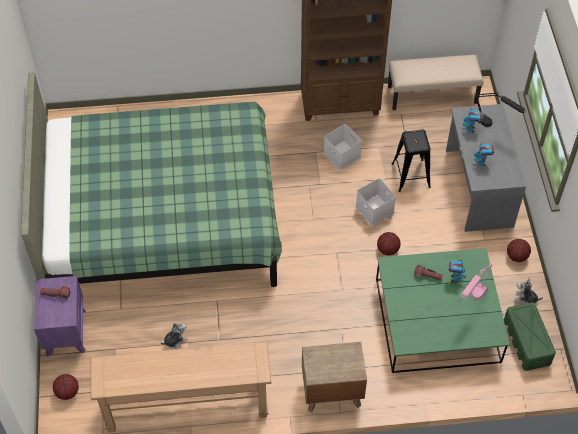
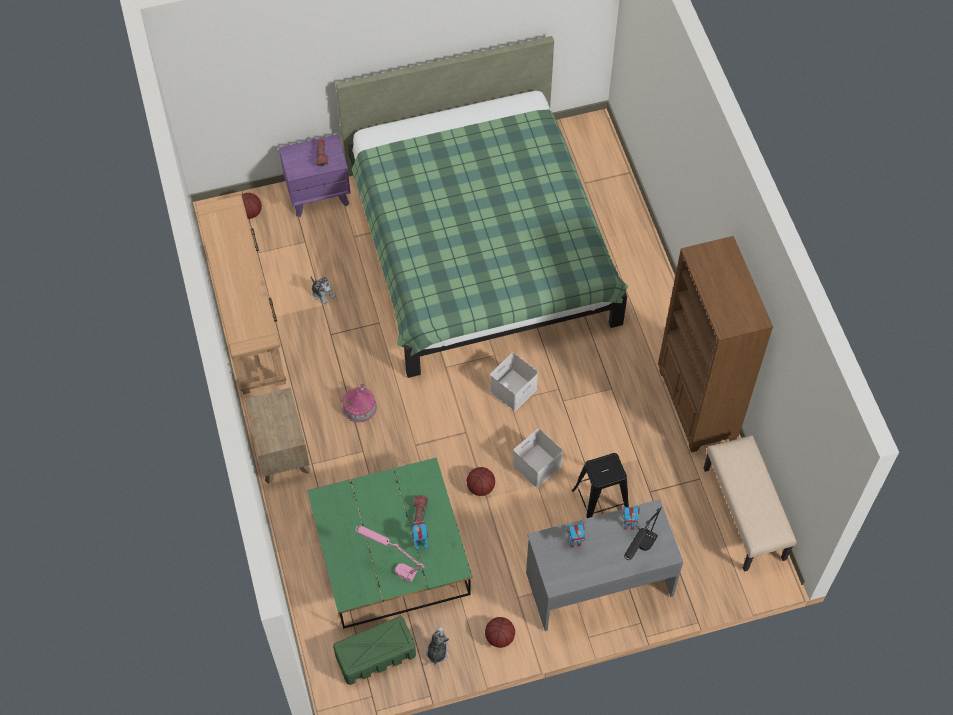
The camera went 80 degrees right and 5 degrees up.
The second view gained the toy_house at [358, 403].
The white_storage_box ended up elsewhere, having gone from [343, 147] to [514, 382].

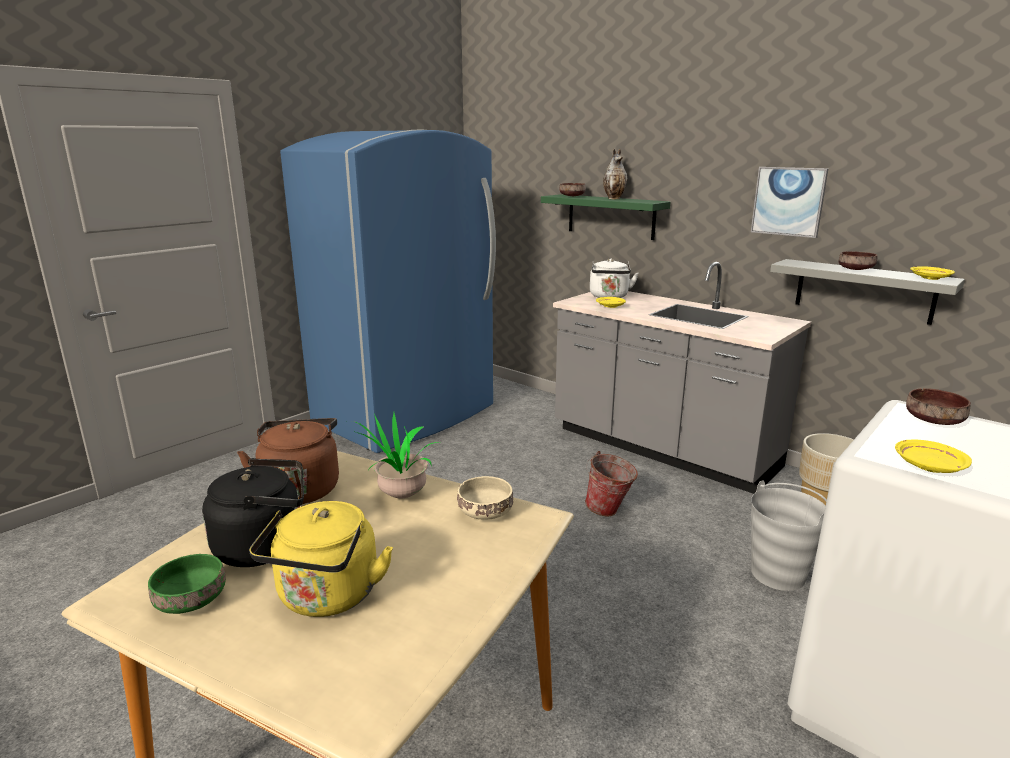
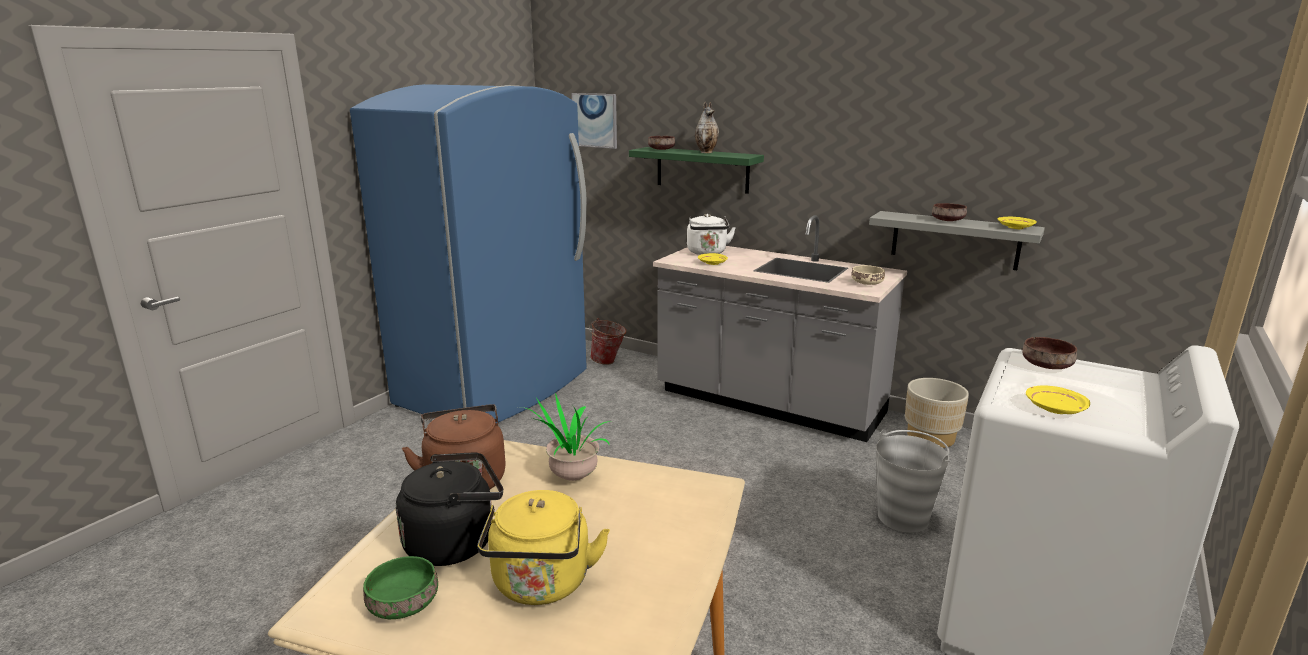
The camera went 10 degrees left and 0 degrees up.
The picture ended up elsewhere, having gone from [789, 202] to [594, 121].
The bucket ended up elsewhere, having gone from [611, 484] to [608, 341].
The beige_bowl ended up elsewhere, having gone from [485, 498] to [868, 275].

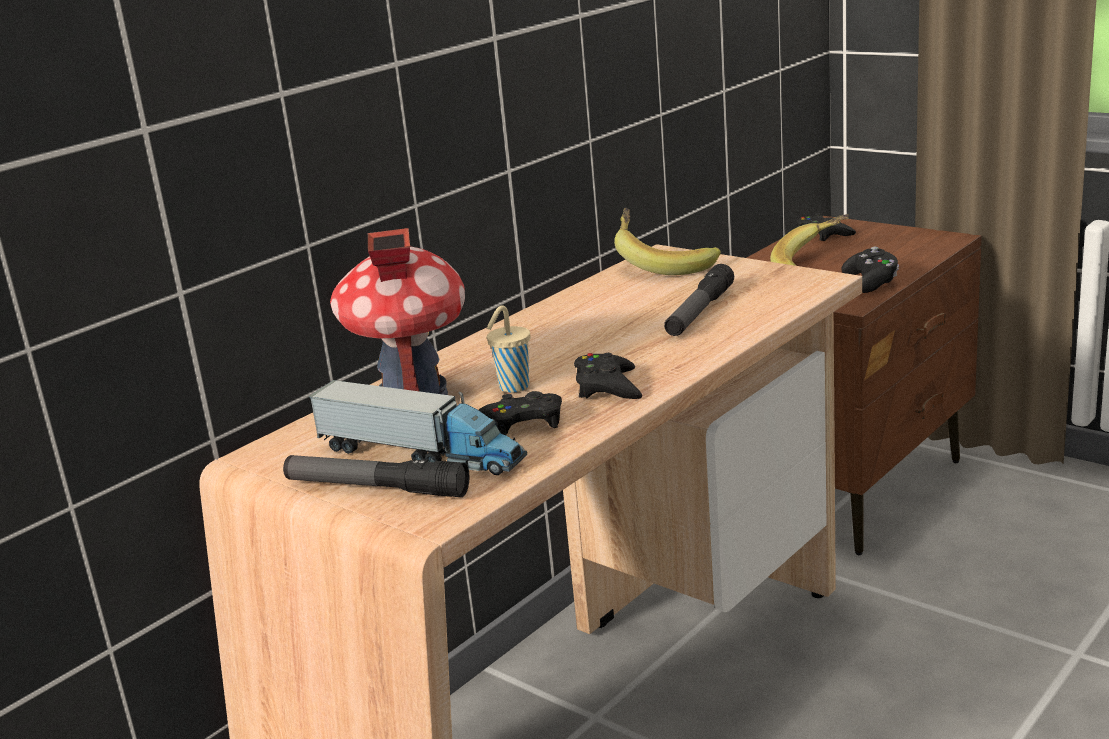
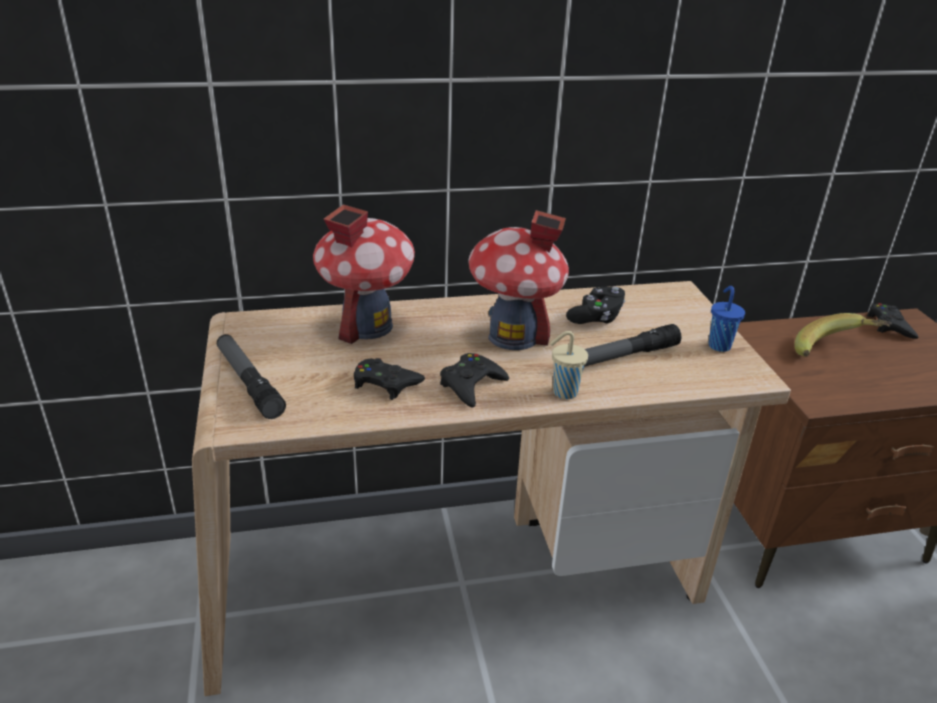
The camera went 35 degrees right and 10 degrees up.
The second view gained the toy_house at [519, 280].
The beige_cup ended up elsewhere, having gone from [508, 349] to [569, 365].
The black_game_controller ended up elsewhere, having gone from [870, 270] to [596, 305].
The second view gained the blue_cup at [726, 319].
The second view lost the toy_truck at [417, 427].
The second view lost the banana at [667, 241].

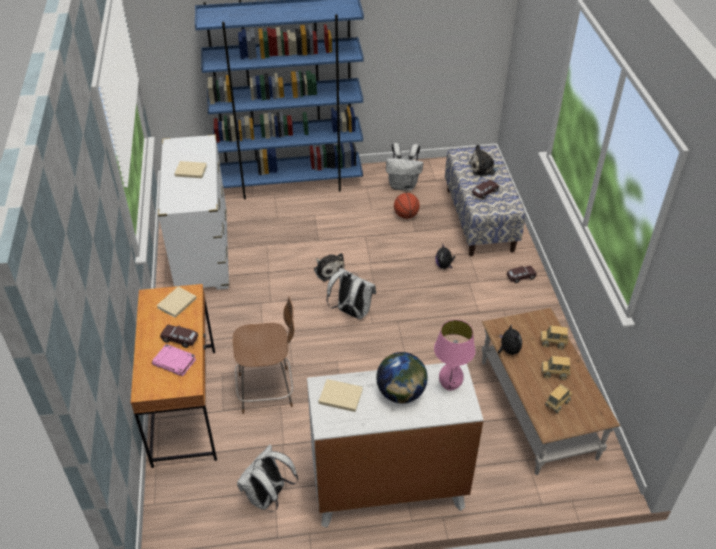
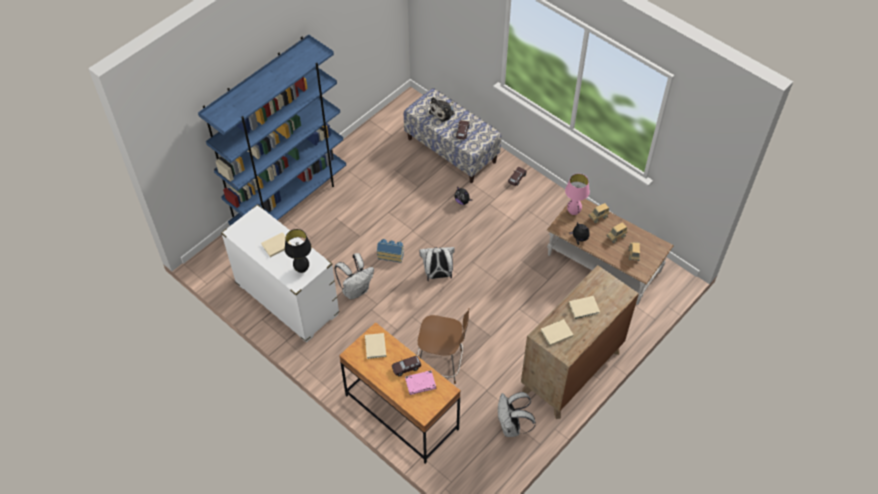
The camera went 40 degrees left and 10 degrees up.
The second view gained the black_table_lamp at [298, 251].
The white_backpack ended up elsewhere, having gone from [404, 167] to [354, 276].
Where the plush_toy stood at [329, 267], the toy_house came to stand at [390, 251].
The brown_chair at [263, 355] ended up facing another way, 60 degrees clockwise from before.
What was the white_dresser at [395, 445] turned into the brown_dresser at [580, 342].
The pink_table_lamp ended up elsewhere, having gone from [454, 355] to [577, 194].
Where the globe stood at [402, 377], the beige_book came to stand at [584, 307].
The second view lost the basketball at [407, 206].

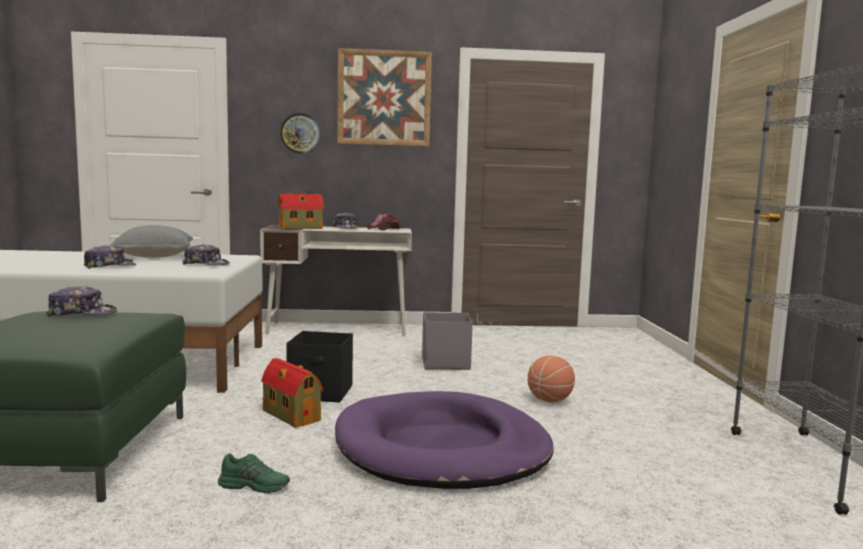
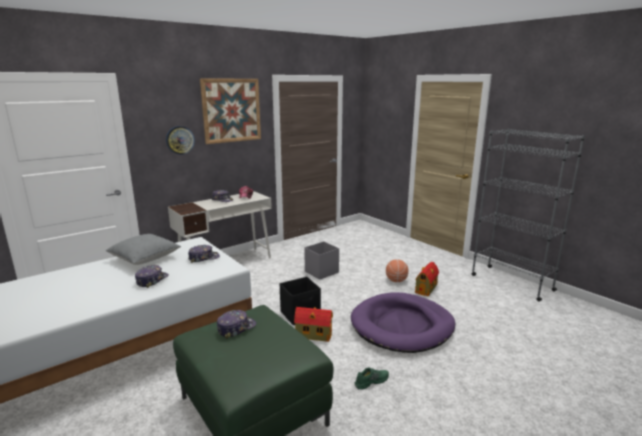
The camera went 35 degrees left and 10 degrees up.
The toy_house ended up elsewhere, having gone from [301, 211] to [427, 279].

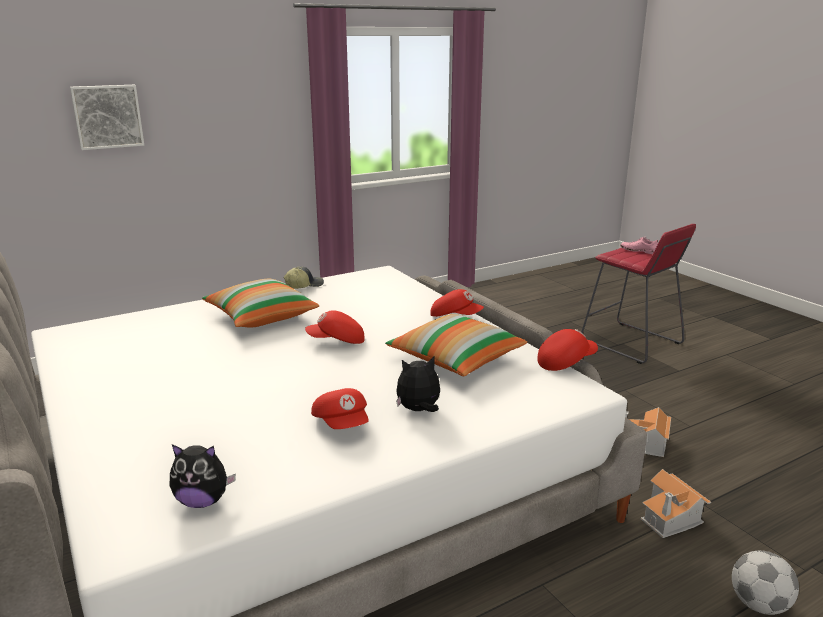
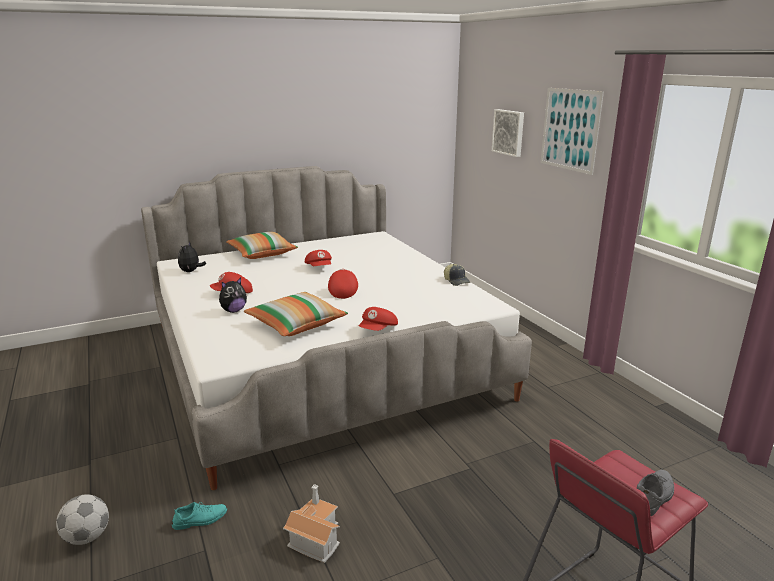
The camera went 95 degrees right and 0 degrees up.
Where the toy_house stood at [676, 503], the turquoise_shoe came to stand at [199, 516].
The plush_toy at [418, 384] ended up facing another way, 60 degrees clockwise from before.
The pillow ended up elsewhere, having gone from [260, 303] to [262, 245].
The red_cap ended up elsewhere, having gone from [567, 350] to [318, 258].
The second view gained the picture at [572, 131].
What was the pink_shoe at [639, 245] turned into the grey_shoe at [655, 493].

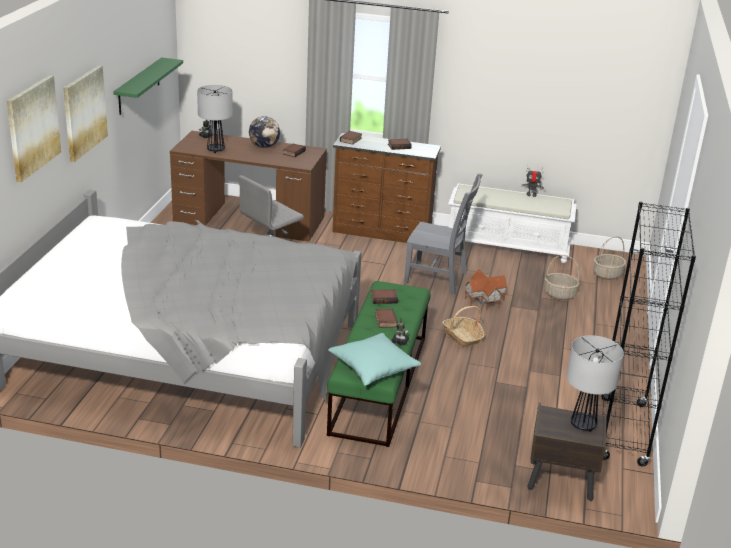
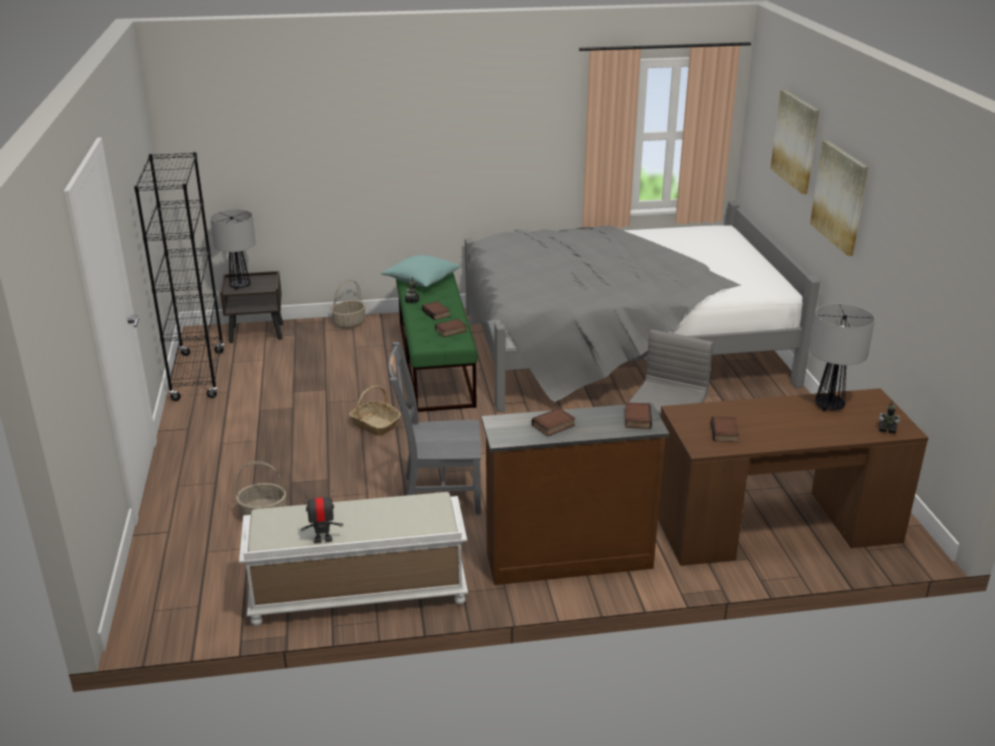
The camera went 160 degrees right and 0 degrees up.
The basket ended up elsewhere, having gone from [609, 258] to [348, 304].
The second view lost the green_shelf at [148, 86].
The second view lost the globe at [264, 132].
The second view lost the toy_house at [486, 289].

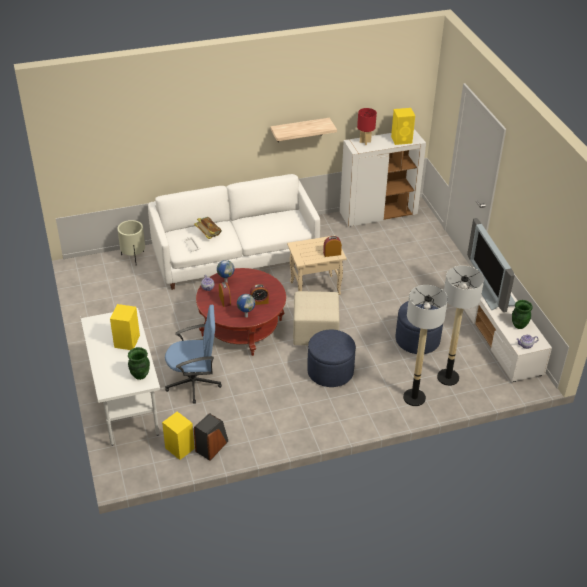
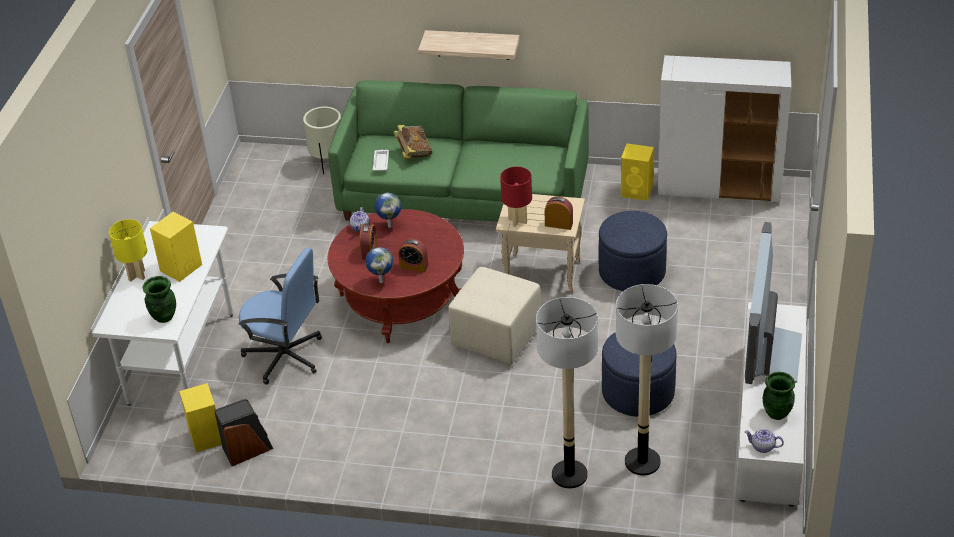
The camera went 30 degrees right and 0 degrees up.
The second view gained the yellow_table_lamp at [128, 250].
What was the white_sofa at [234, 232] turned into the green_sofa at [458, 151].
The shelf ended up elsewhere, having gone from [303, 130] to [469, 45].
The red_table_lamp ended up elsewhere, having gone from [367, 126] to [516, 197].
The blue_ottoman ended up elsewhere, having gone from [331, 358] to [633, 251].
The yellow_speaker ended up elsewhere, having gone from [403, 126] to [637, 172].

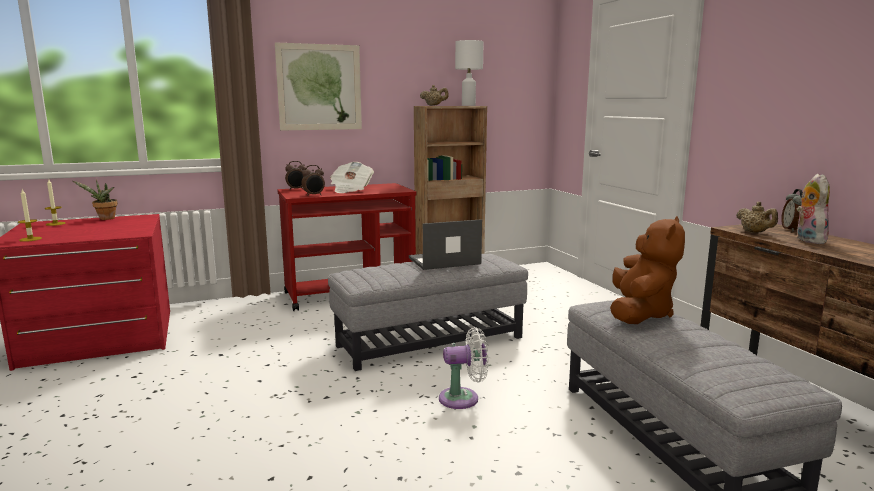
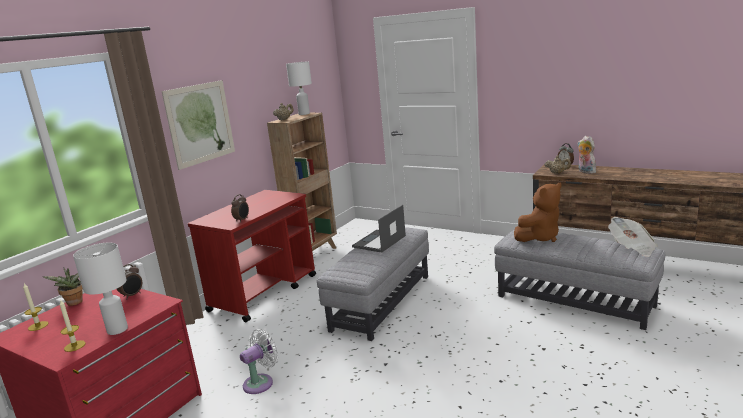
The camera went 35 degrees left and 5 degrees up.
The second view gained the white_table_lamp at [100, 289].
The alarm_clock ended up elsewhere, having gone from [295, 175] to [129, 281].
The white_fan ended up elsewhere, having gone from [464, 368] to [259, 361].
The brown_plush_toy at [647, 270] ended up facing another way, 75 degrees clockwise from before.
The newspaper ended up elsewhere, having gone from [352, 177] to [633, 237].

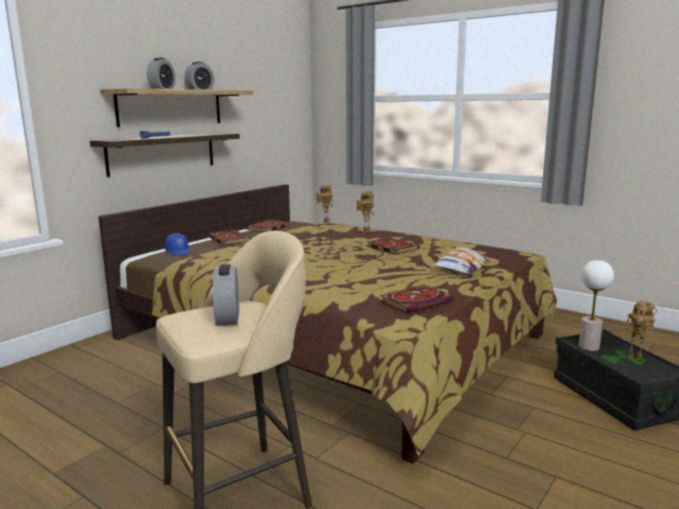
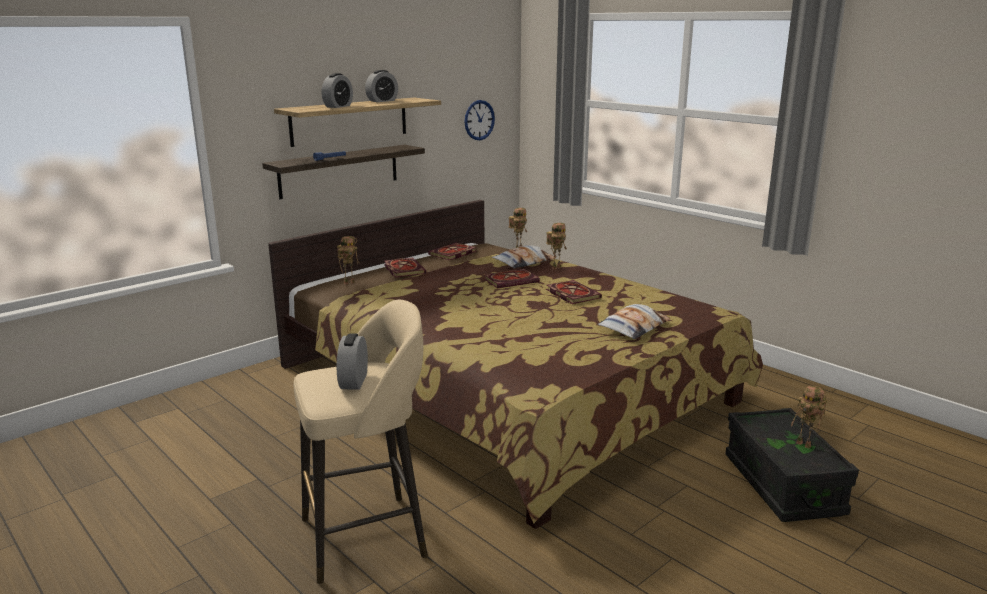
The camera went 10 degrees right and 5 degrees up.
Where the blue_cap stood at [179, 244], the toy_robot came to stand at [348, 260].
The second view gained the wall_clock at [480, 120].
The book ended up elsewhere, having gone from [417, 299] to [512, 278].
The second view gained the pillow at [524, 256].
The second view lost the table_lamp at [596, 305].

